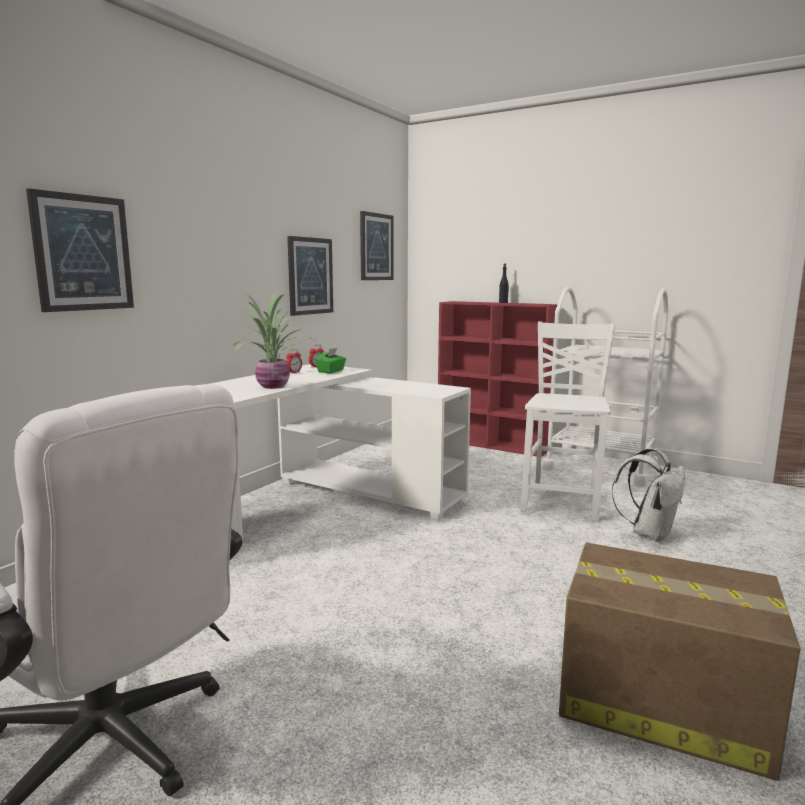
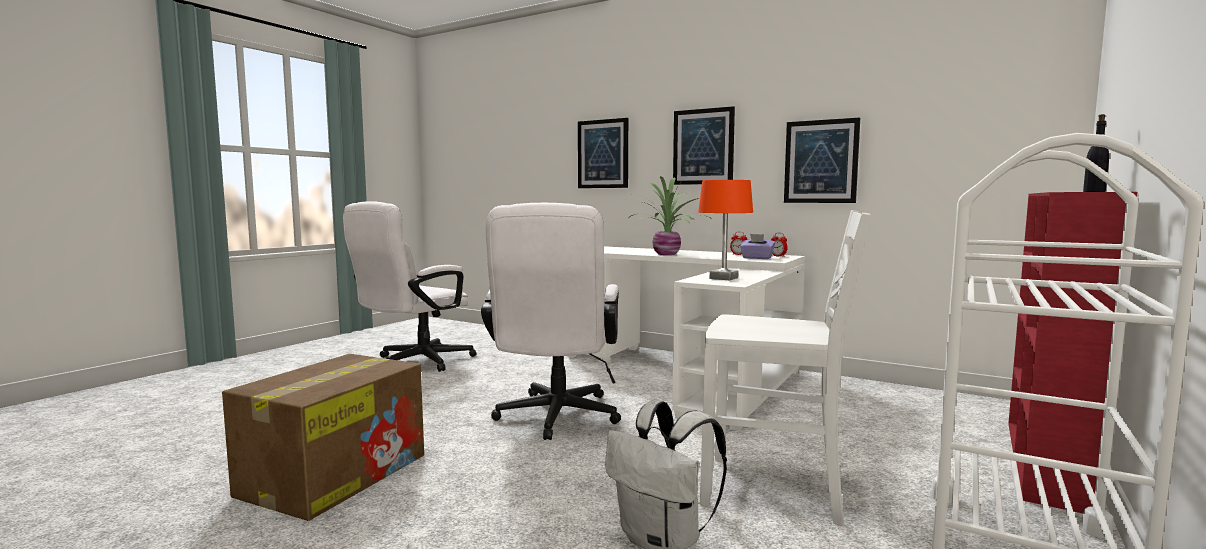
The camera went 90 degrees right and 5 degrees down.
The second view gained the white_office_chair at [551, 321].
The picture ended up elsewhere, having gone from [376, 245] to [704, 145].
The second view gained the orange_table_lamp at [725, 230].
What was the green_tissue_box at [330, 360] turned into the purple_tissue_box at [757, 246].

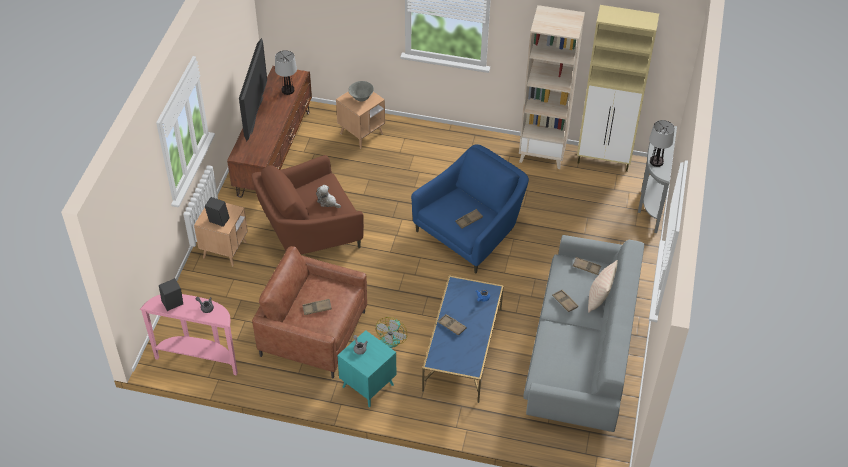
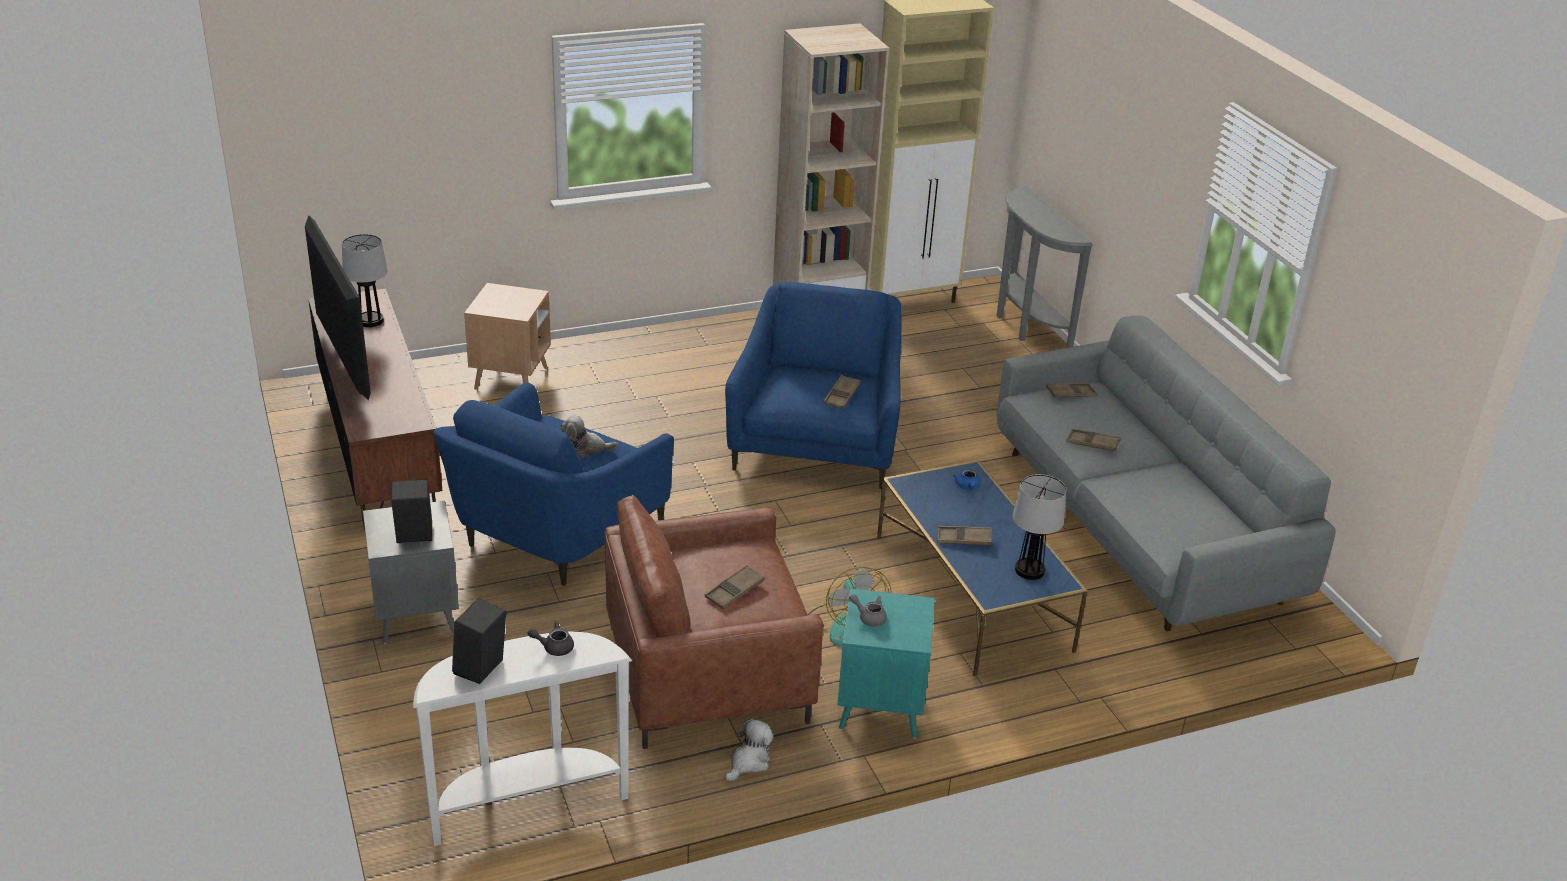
The camera went 35 degrees left and 15 degrees down.
What was the brown_side_table at [221, 234] turned into the grey_side_table at [411, 572].
What was the pink_console_table at [189, 335] turned into the white_console_table at [522, 739].
What was the brown_armchair at [308, 204] turned into the blue_armchair at [553, 484].
The second view gained the plush_toy at [749, 750].
The table_lamp ended up elsewhere, having gone from [662, 143] to [1039, 527].
The second view lost the grey_bowl at [361, 91].
The second view lost the beige_pillow at [603, 286].

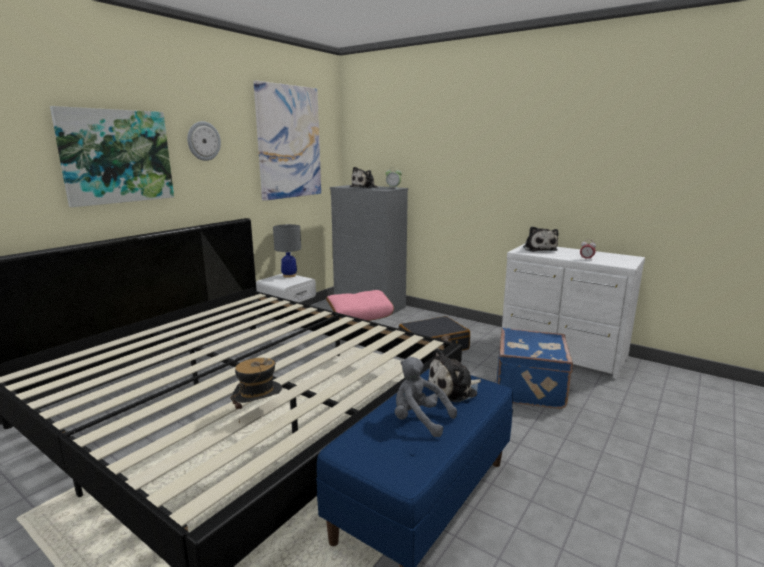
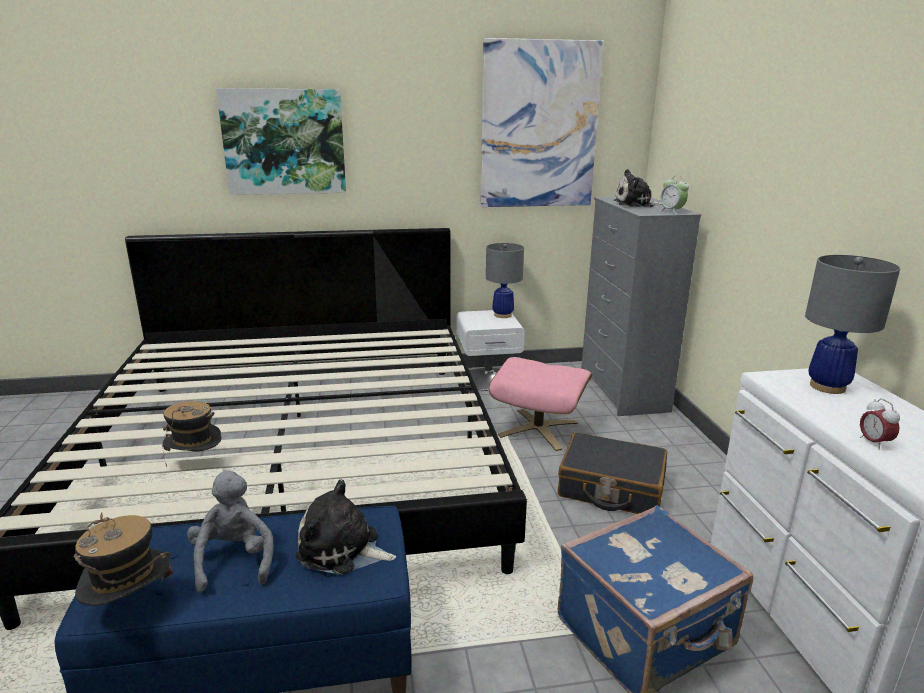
The camera went 45 degrees right and 5 degrees up.
The second view gained the hat at [123, 559].
Where the plush_toy stood at [540, 239], the grey_table_lamp came to stand at [852, 324].
The second view lost the wall_clock at [204, 141].

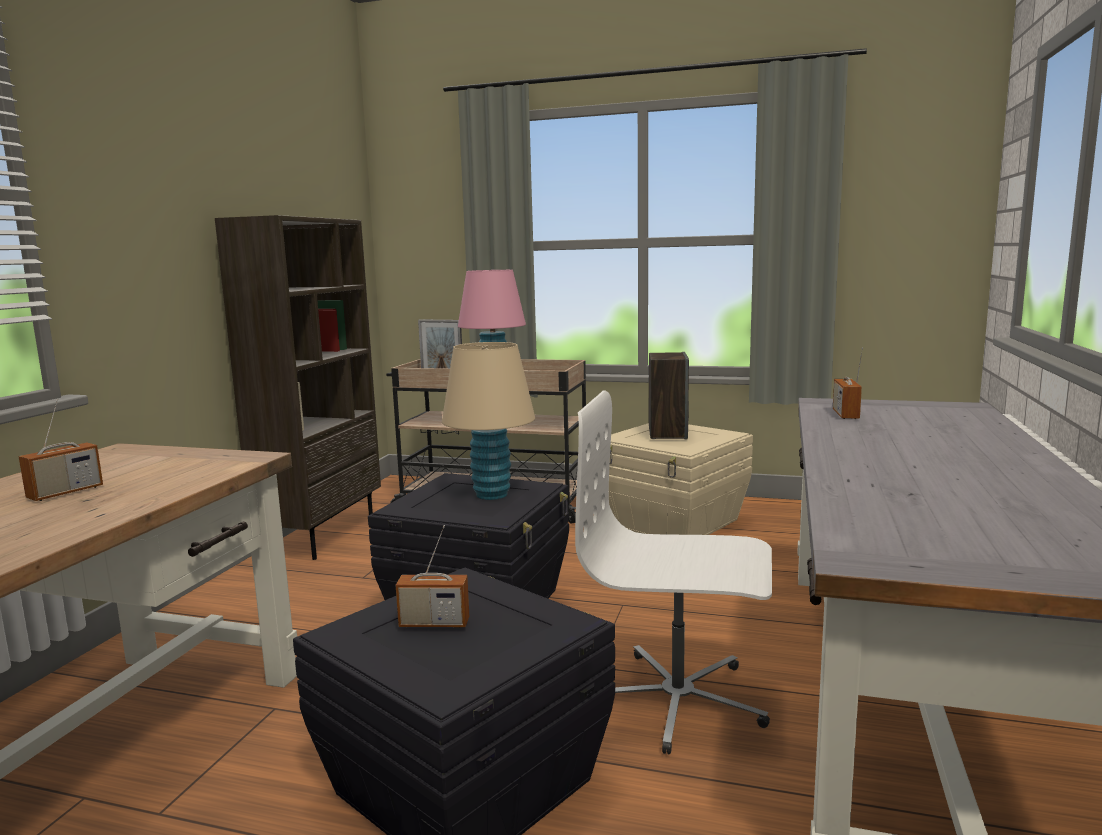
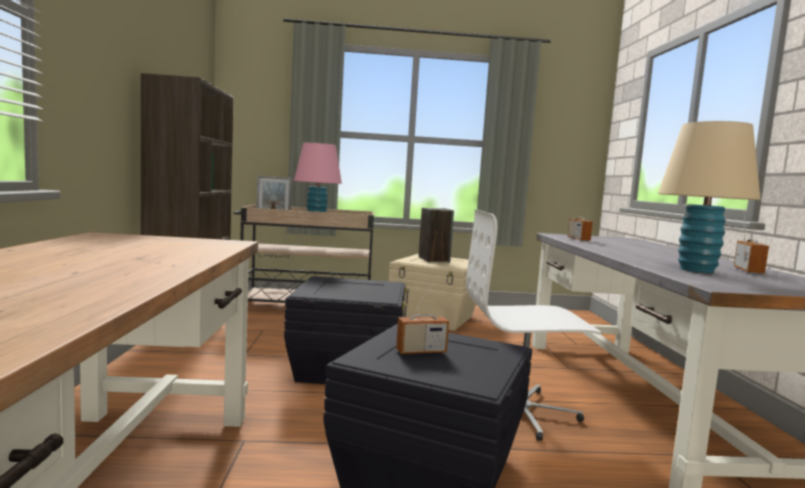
The camera went 20 degrees left and 5 degrees down.
The beige_table_lamp ended up elsewhere, having gone from [488, 421] to [709, 197].
The radio ended up elsewhere, having gone from [61, 450] to [751, 242].

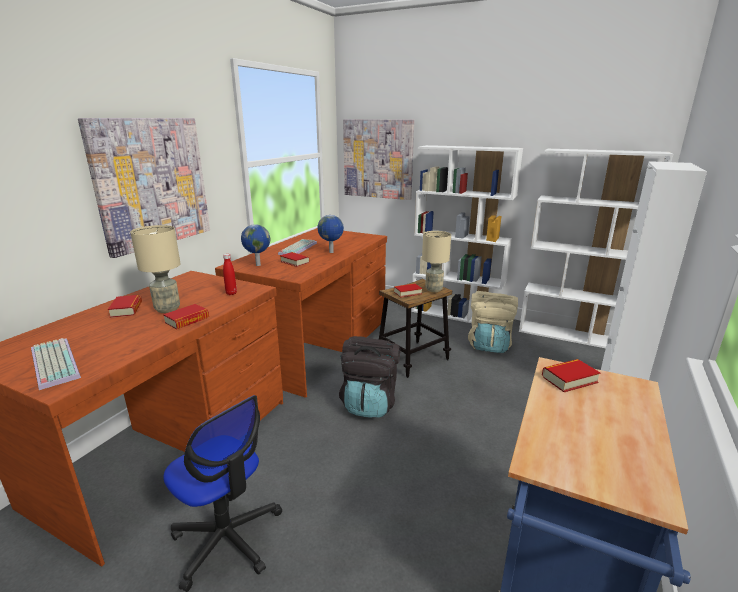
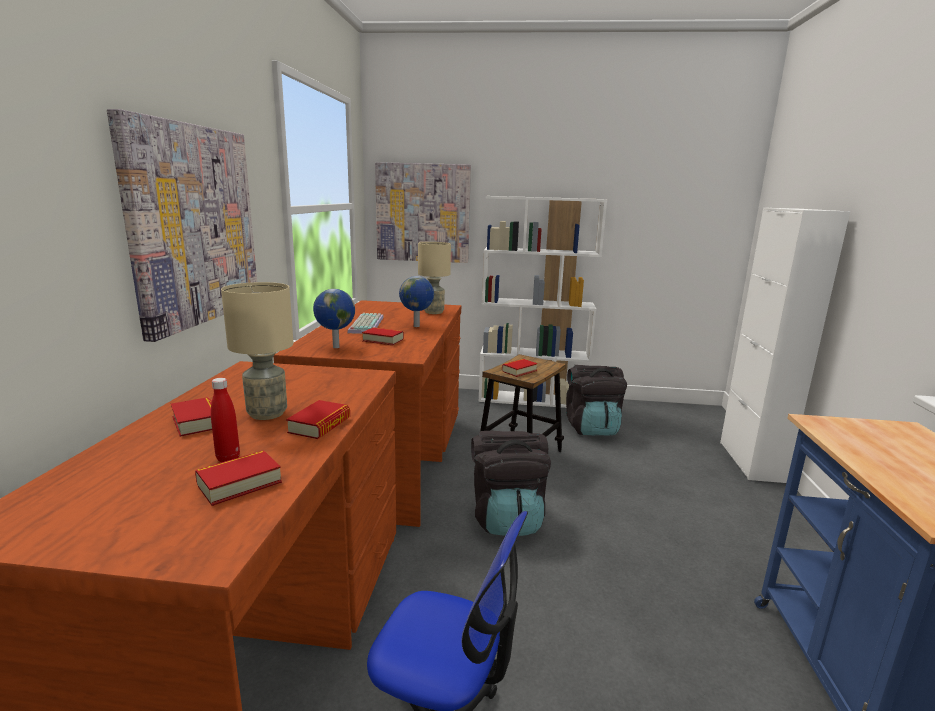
The camera went 20 degrees left and 5 degrees down.
The book ended up elsewhere, having gone from [571, 375] to [238, 478].
The red_bottle ended up elsewhere, having gone from [230, 274] to [225, 420].
The beige_table_lamp ended up elsewhere, having gone from [436, 261] to [434, 278].
What was the beige_backpack at [493, 322] turned into the black_backpack at [596, 400].
The second view lost the keyboard at [56, 364].
The second view lost the white_bookcase at [596, 248].

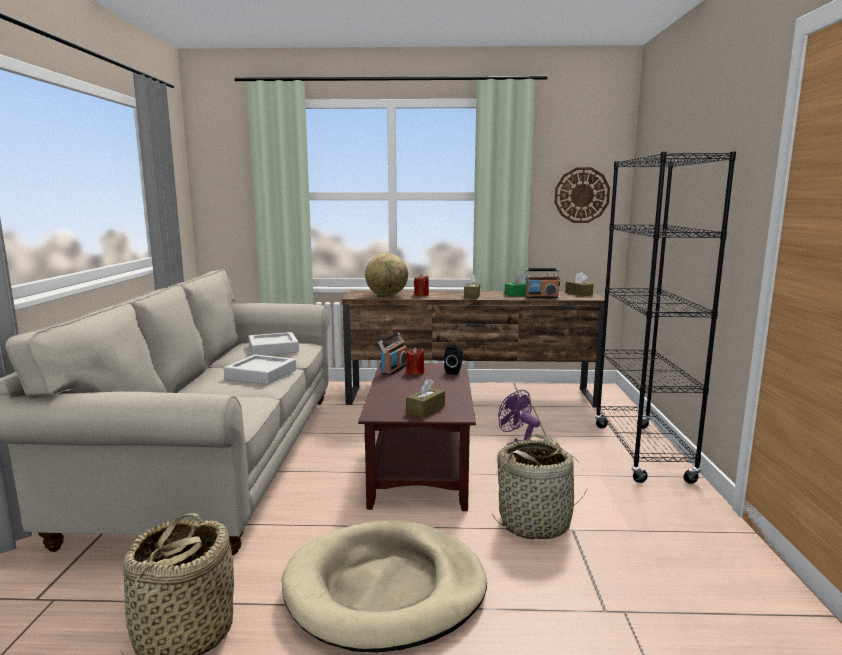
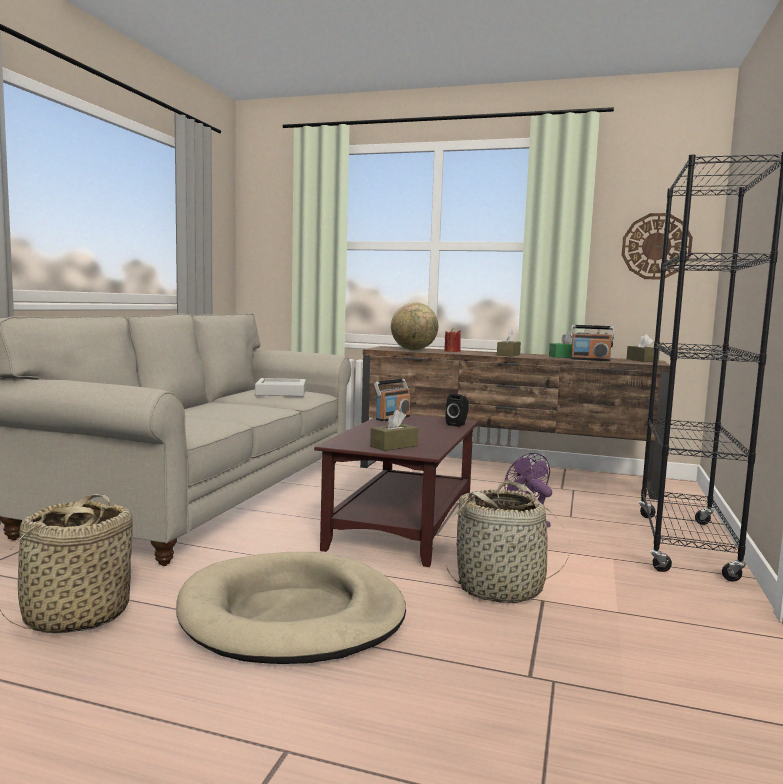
The camera went 15 degrees right and 5 degrees down.
The second view lost the grey_tray at [260, 369].
The second view lost the red_candle at [415, 361].

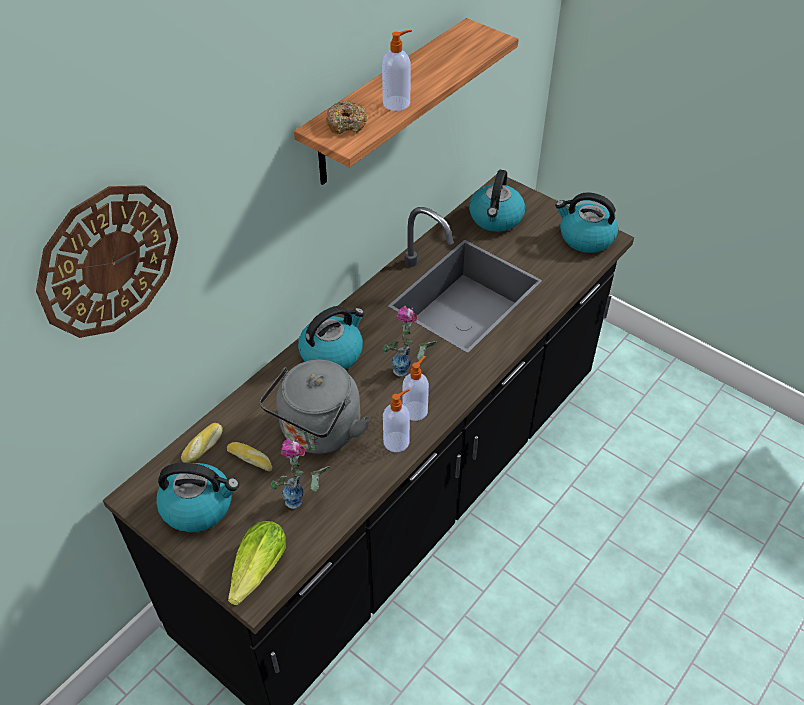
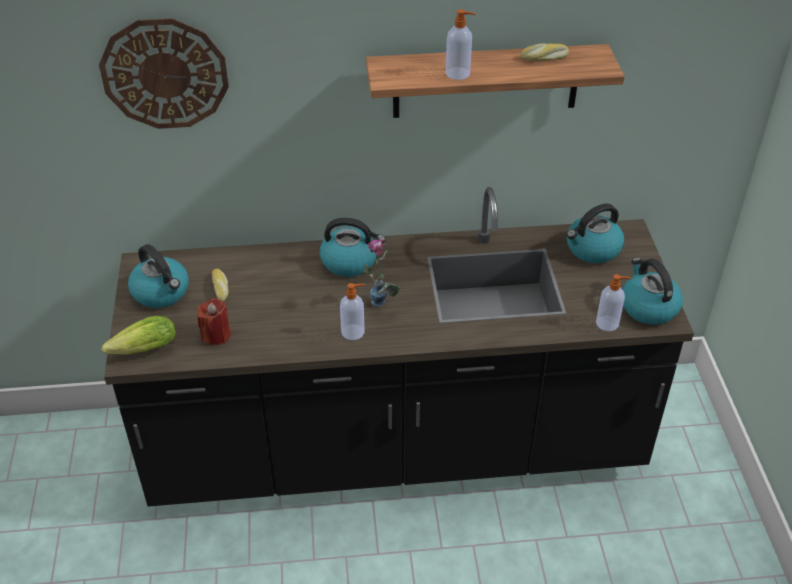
The camera went 45 degrees right and 5 degrees down.
Where the vase stood at [301, 473], the red_candle came to stand at [214, 321].
The bread ended up elsewhere, having gone from [201, 443] to [544, 52].
The soap_dispenser ended up elsewhere, having gone from [396, 420] to [613, 302].
The second view lost the grey_kettle at [314, 407].
The second view lost the donut at [346, 117].

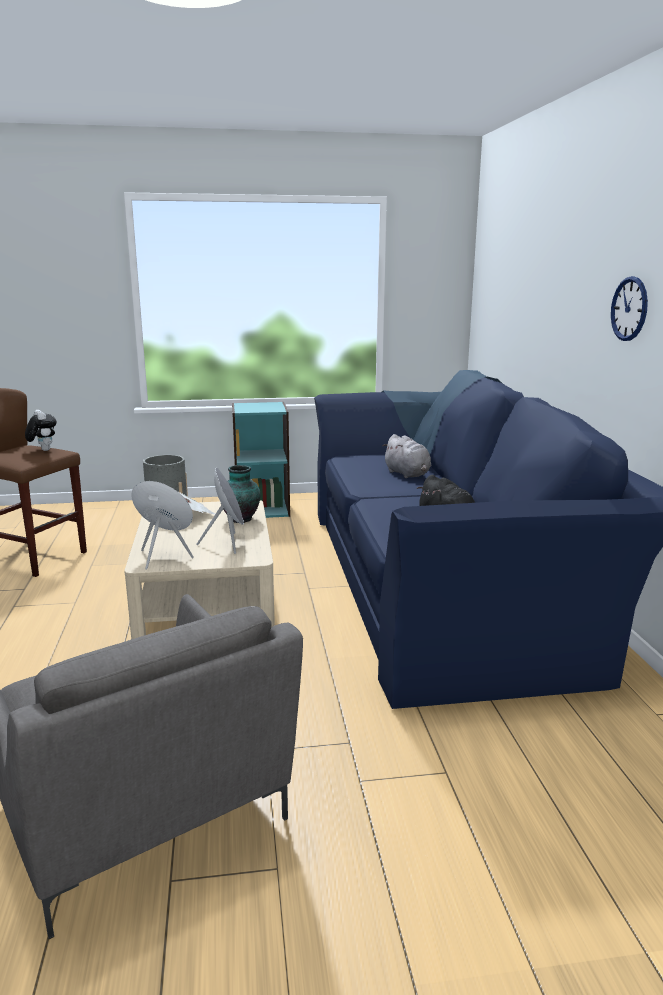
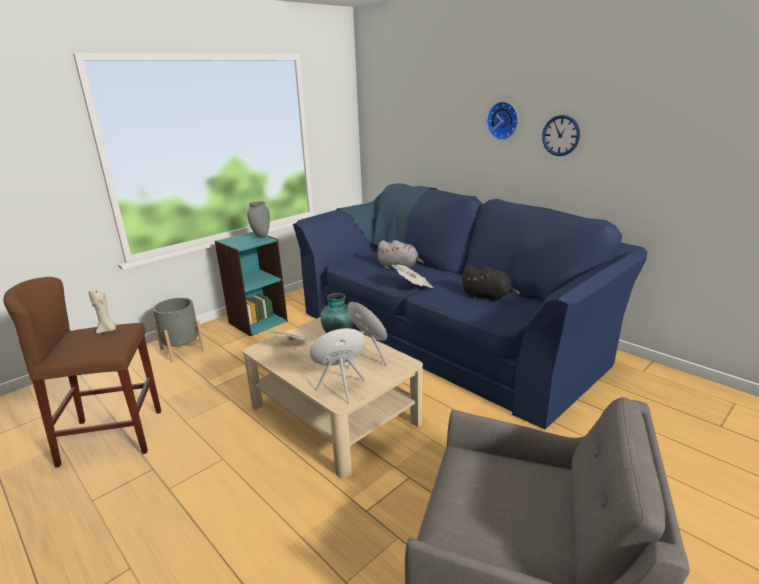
The camera went 35 degrees left and 5 degrees up.
Where the plush_toy stood at [41, 430], the beige_candle came to stand at [102, 311].
The second view gained the grey_vase at [258, 219].
The second view gained the newspaper at [412, 276].
The second view gained the wall_clock at [502, 120].

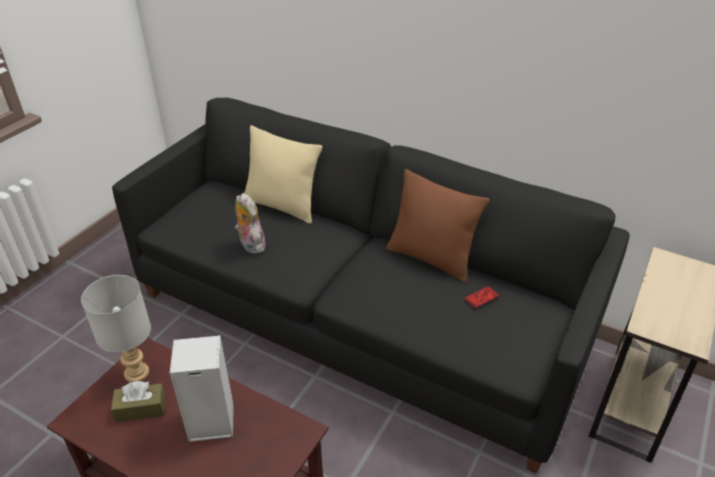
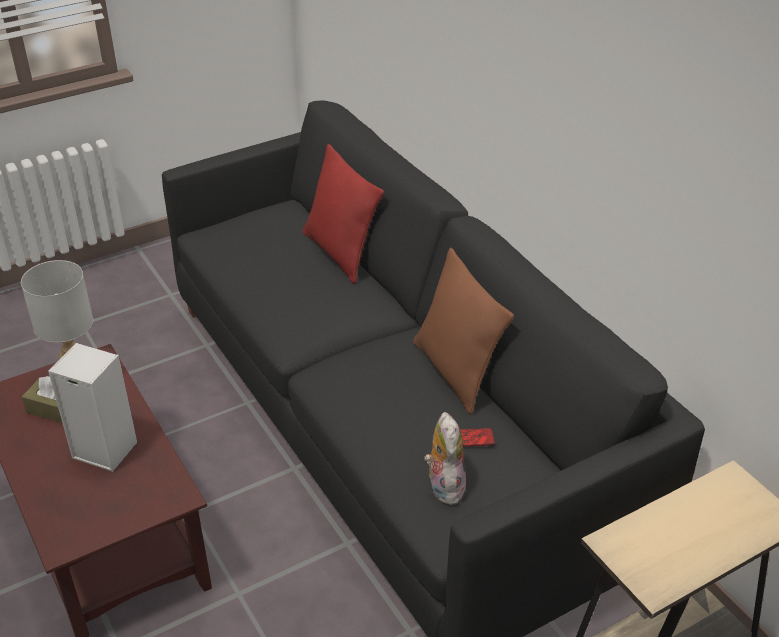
The camera went 30 degrees right and 0 degrees up.
What was the beige_pillow at [283, 174] turned into the red_pillow at [343, 214].
The plush_toy ended up elsewhere, having gone from [250, 223] to [445, 458].

